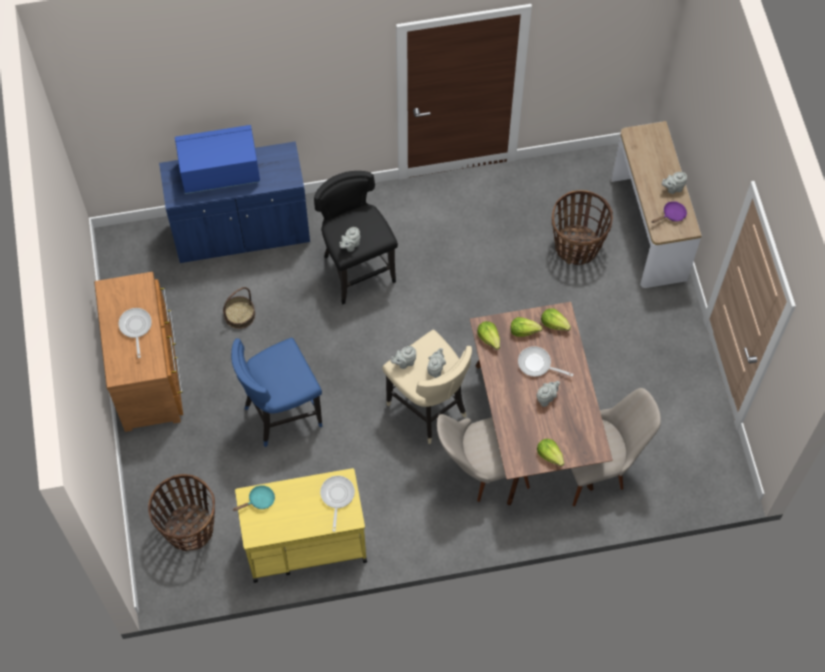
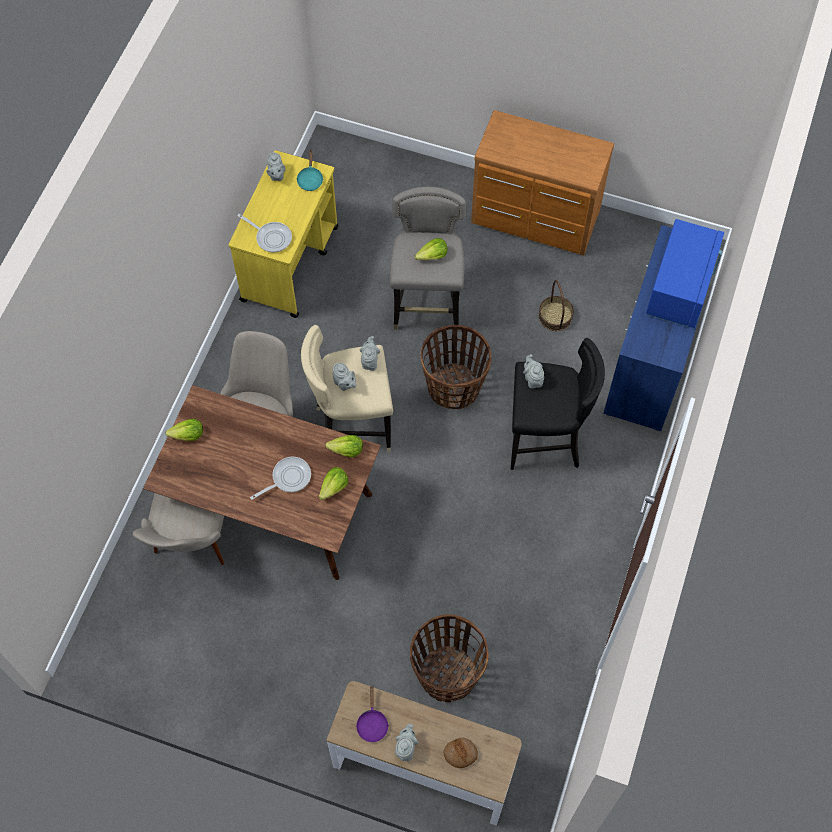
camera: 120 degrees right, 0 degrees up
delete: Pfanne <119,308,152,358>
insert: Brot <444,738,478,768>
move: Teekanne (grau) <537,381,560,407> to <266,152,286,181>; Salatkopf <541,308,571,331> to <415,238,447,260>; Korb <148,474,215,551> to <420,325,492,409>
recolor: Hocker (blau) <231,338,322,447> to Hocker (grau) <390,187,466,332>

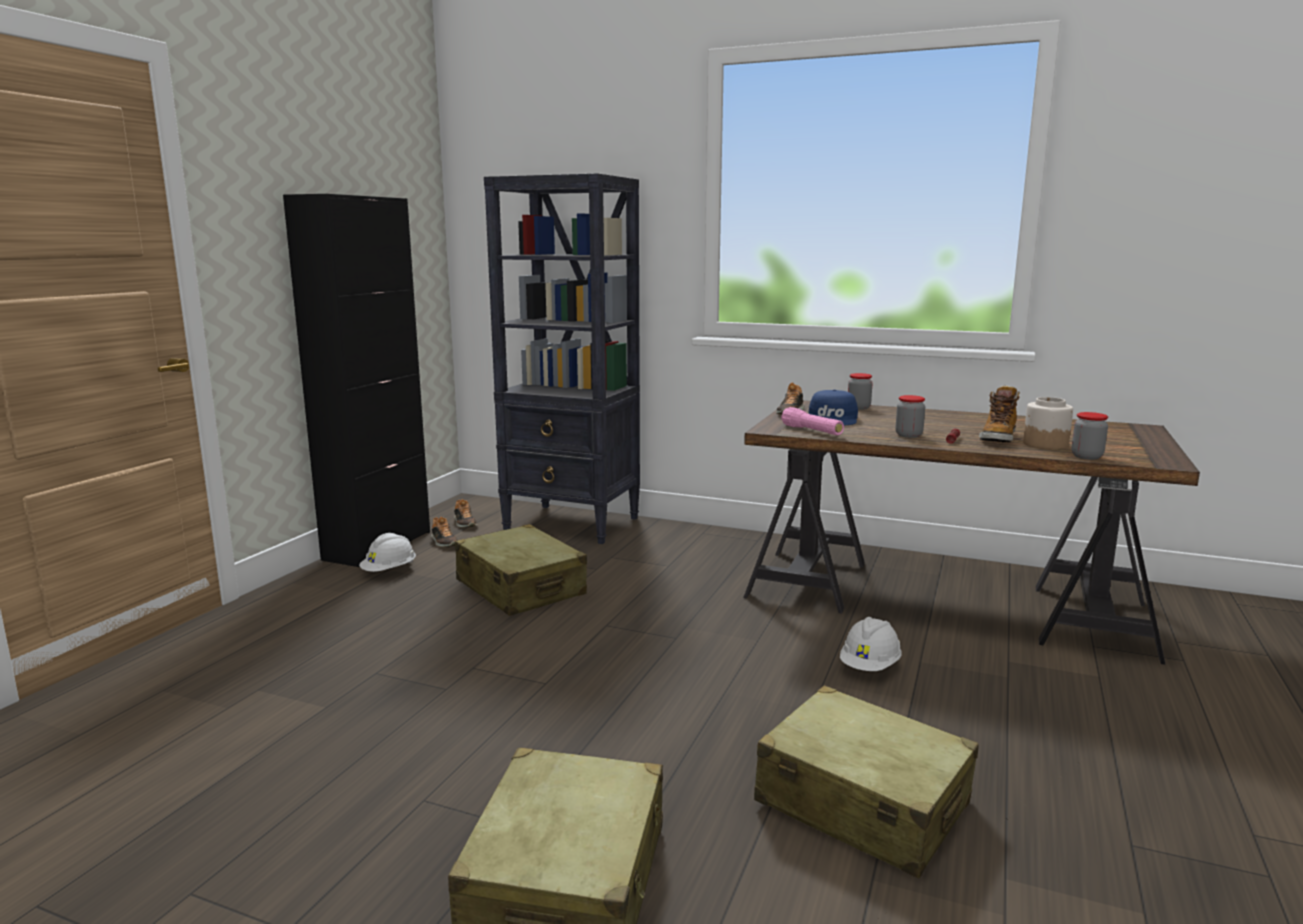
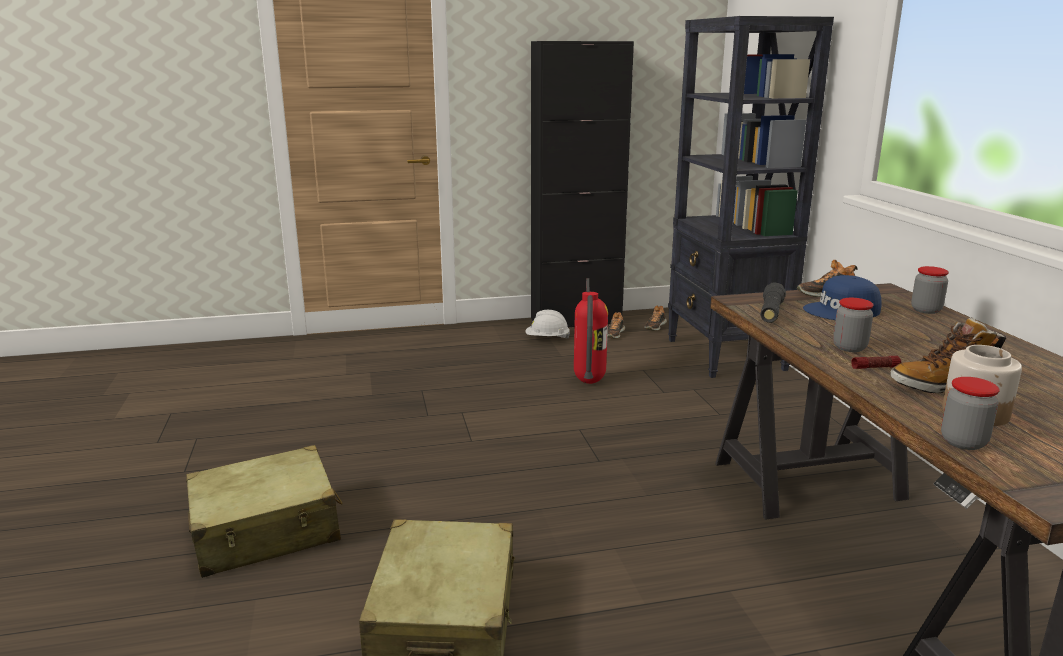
camera: 55 degrees right, 5 degrees up
delete: Schutzhelm (weiß) <840,617,902,671>
replace: Koffer (beige) <455,524,587,616> to Feuerlöscher <574,278,608,384>
recolor: Taschenlampe (rosa) <781,407,844,435> to Taschenlampe (schwarz) <760,282,786,323>

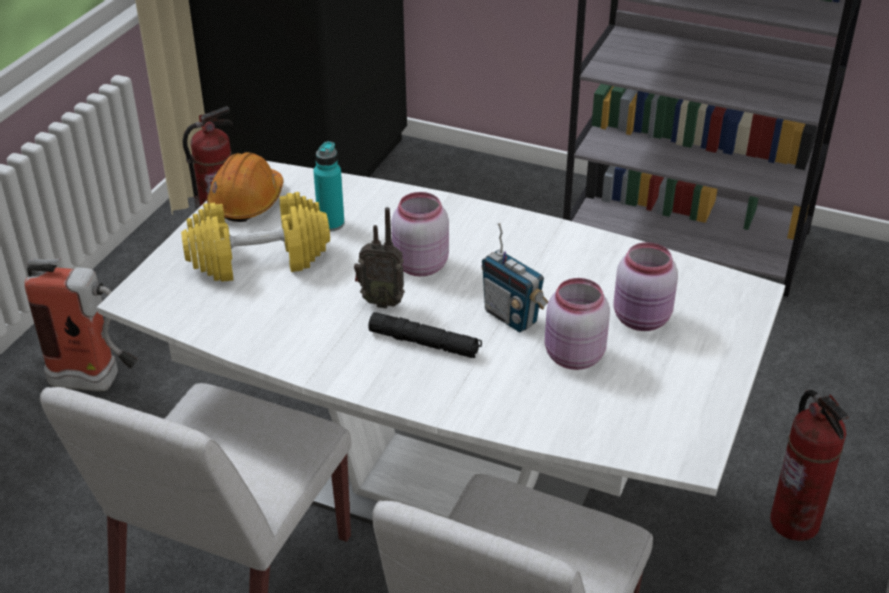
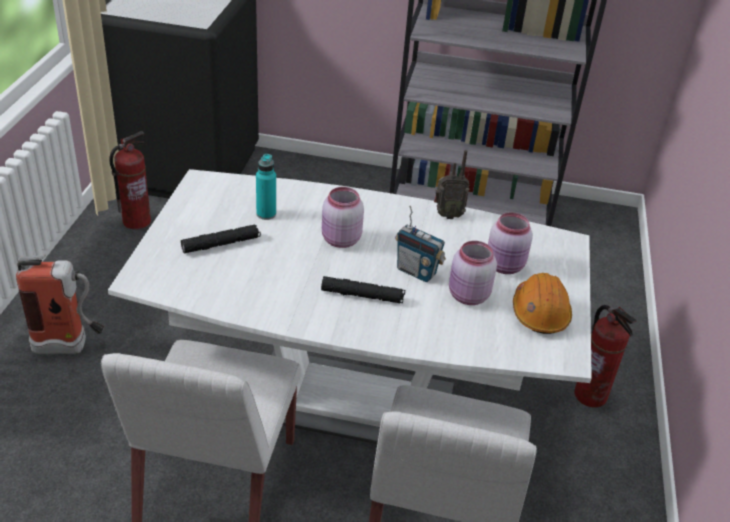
camera: 15 degrees left, 0 degrees up
move: Radio <354,207,405,309> to <434,150,469,219>; Schutzhelm (orange) <207,152,284,222> to <513,273,572,334>
replace: Hantel (gelb) <181,192,330,282> to Taschenlampe (schwarz) <181,224,261,253>

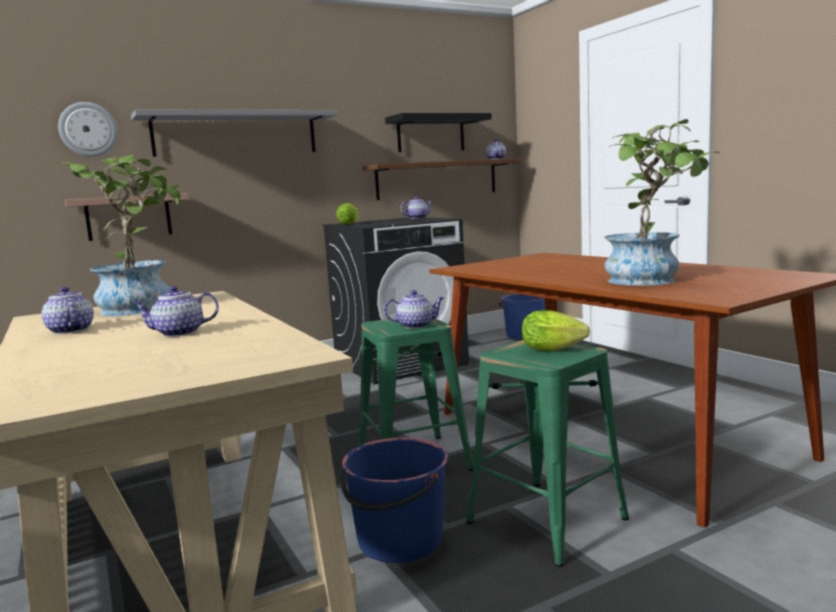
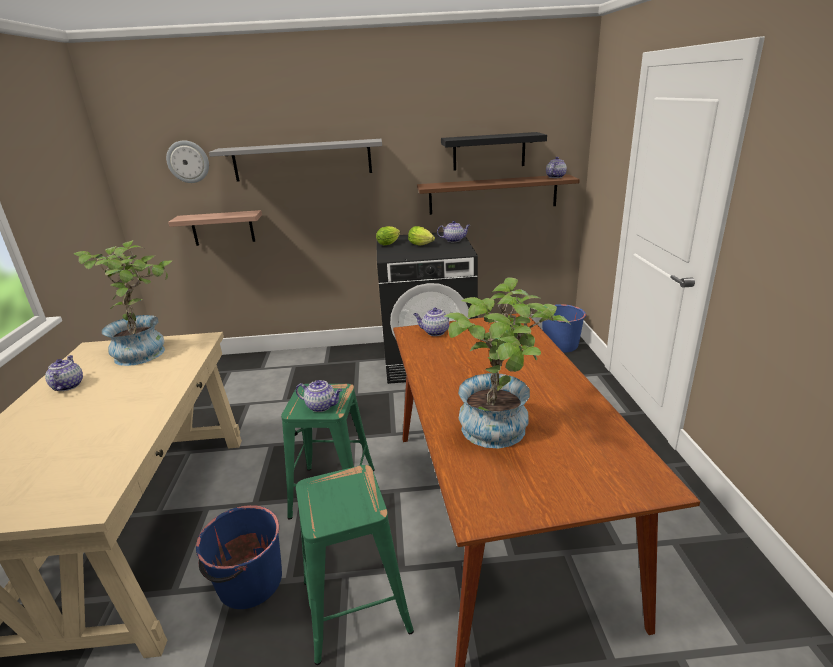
camera: 25 degrees right, 15 degrees up
move: Salatkopf <522,310,590,351> to <408,226,435,246>; Teekanne <132,286,219,337> to <413,308,449,336>

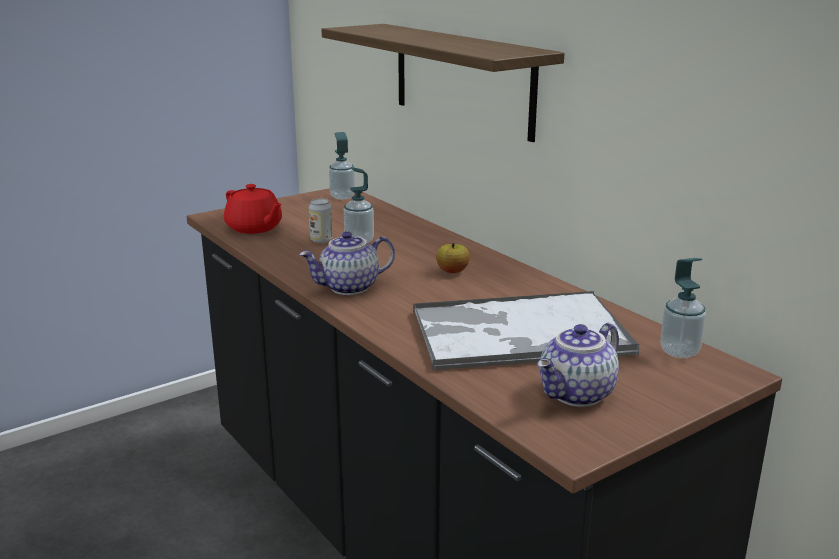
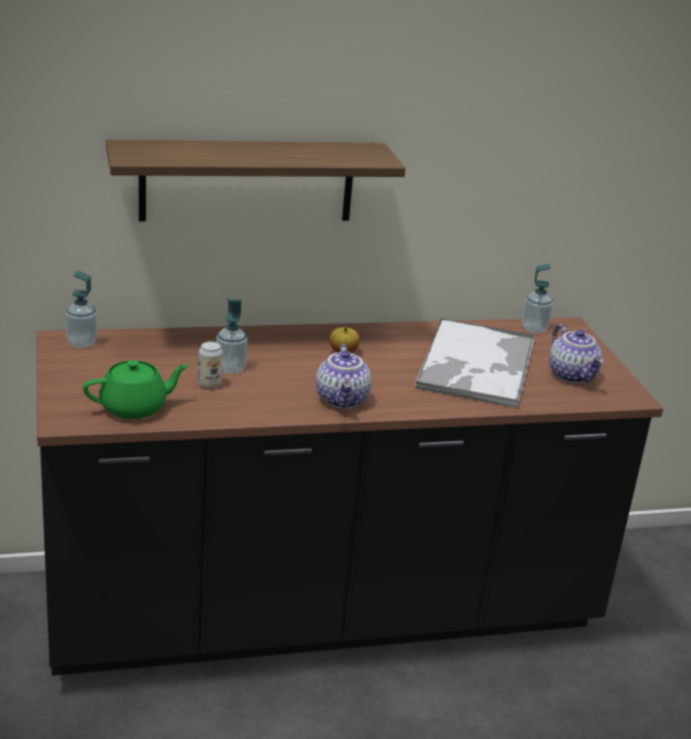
camera: 70 degrees left, 5 degrees up
recolor: Teekanne (rot) <224,184,282,234> to Teekanne (grün) <83,360,189,419>

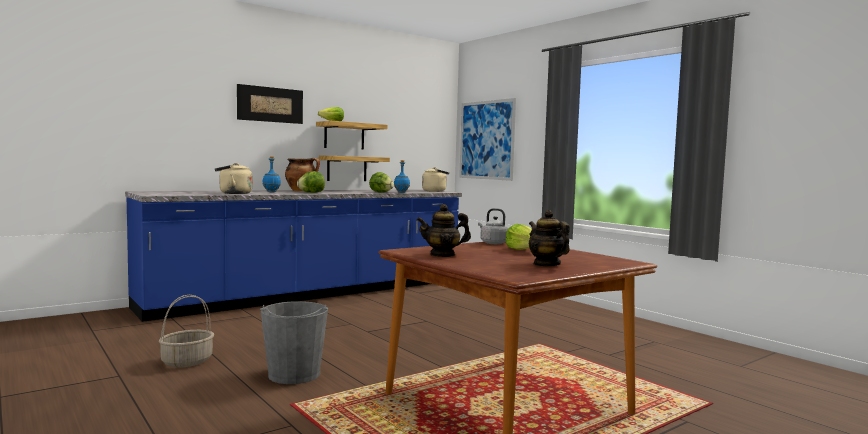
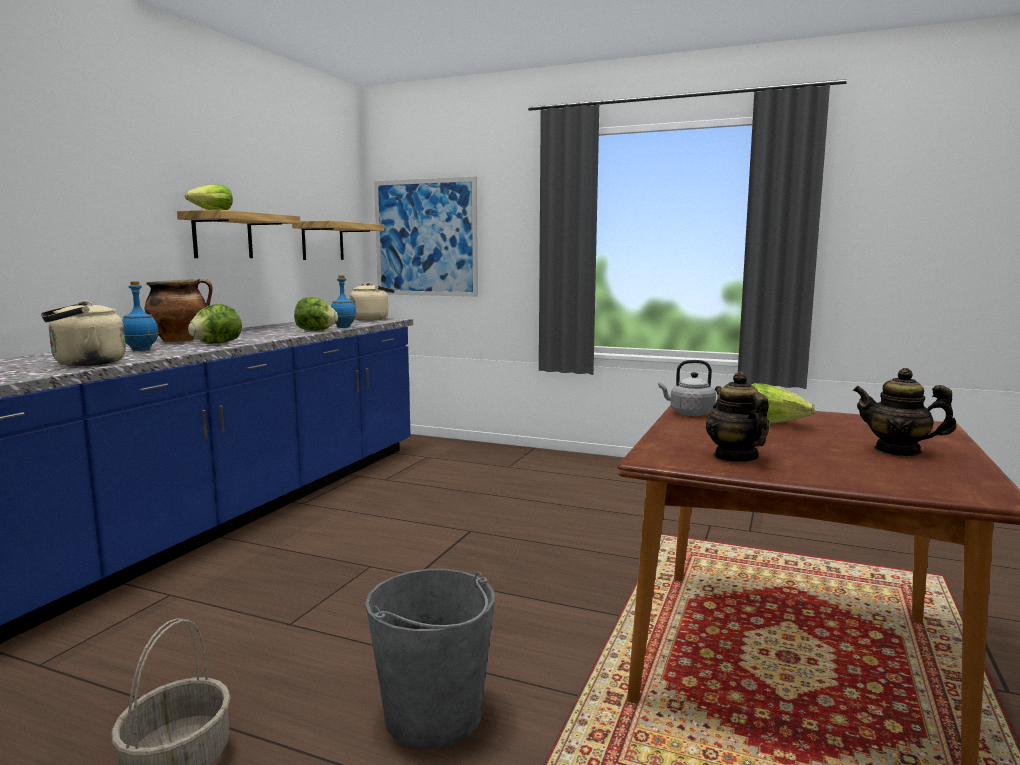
camera: 30 degrees left, 5 degrees up
delete: Bild <237,84,303,124>
move: Wandregal <319,156,390,181> to <292,220,384,260>
rotate: Teekanne <417,204,471,257> = <706,372,769,462> 120 degrees clockwise

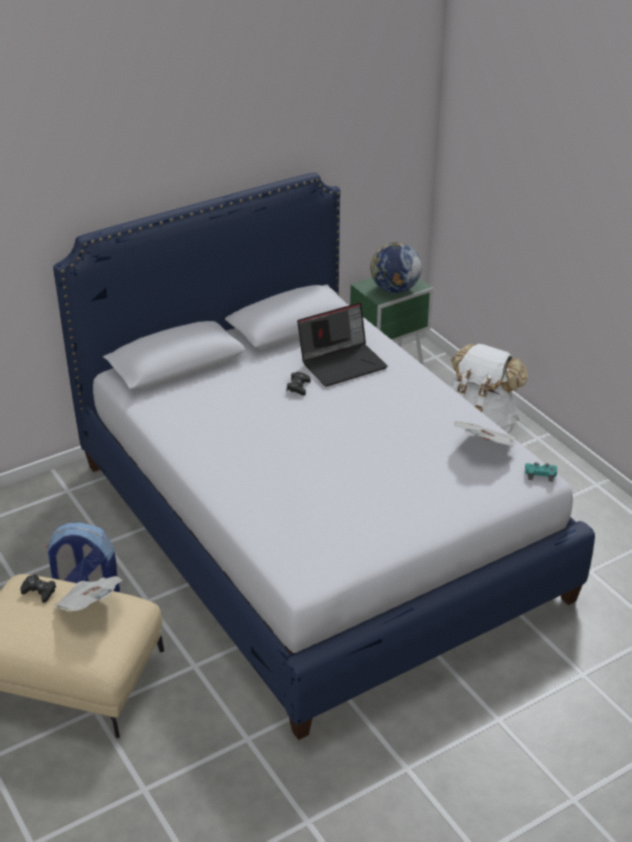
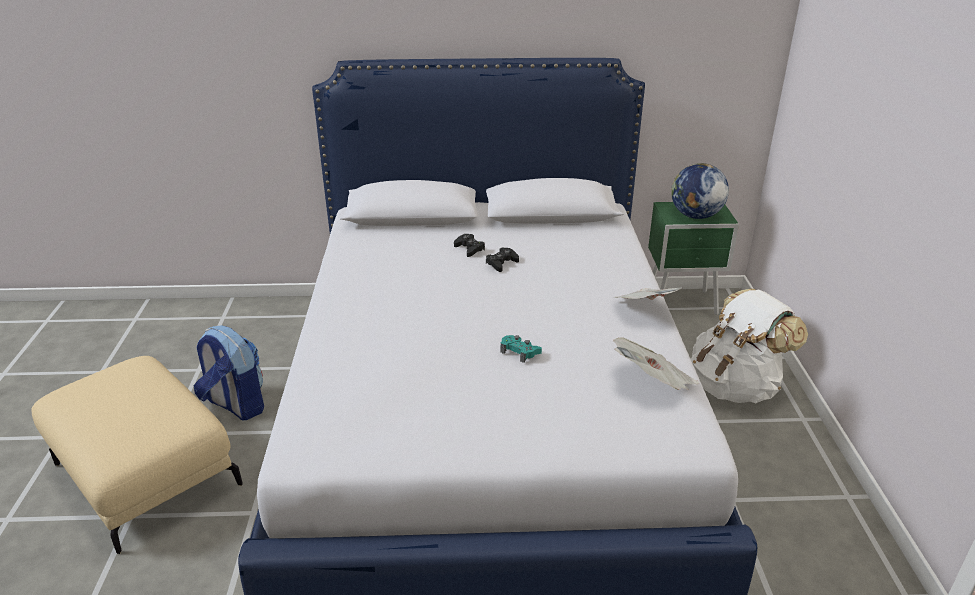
camera: 30 degrees right, 5 degrees down
delete: Laptop <297,303,388,387>
move: Gamepad (schwarz) <20,574,56,603> to <454,234,485,257>; Gamepad (türkis) <525,462,557,482> to <500,335,542,363>; Zeitung <54,576,123,612> to <615,287,688,300>

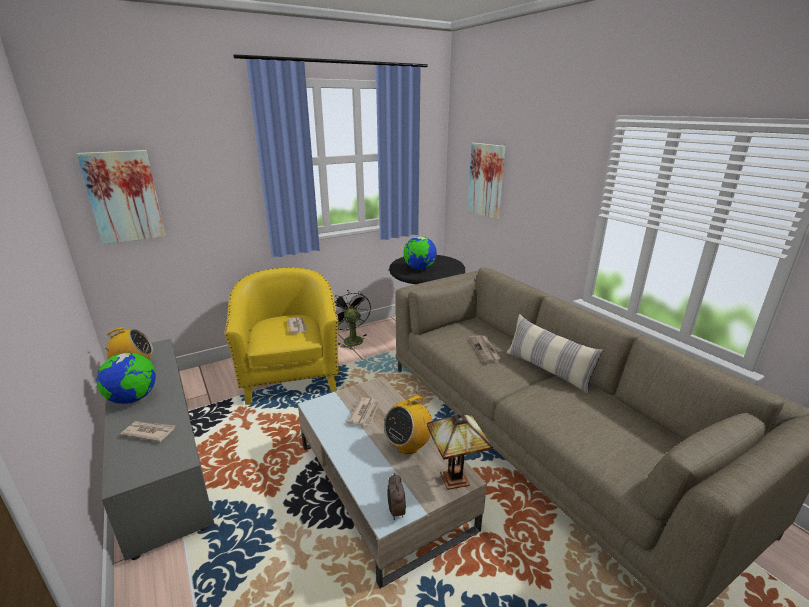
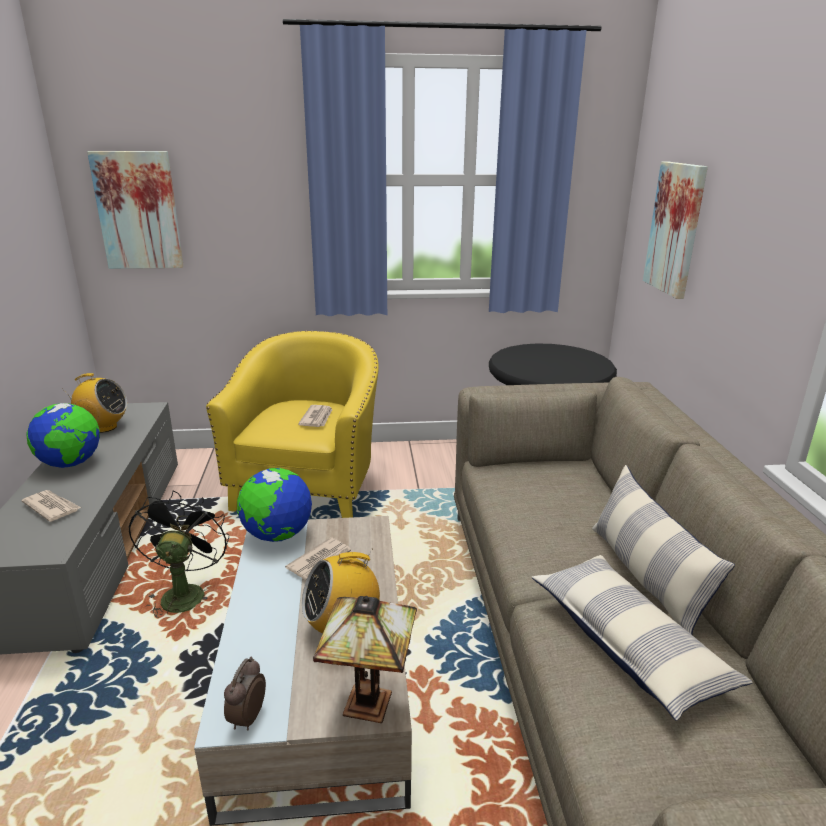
camera: 25 degrees right, 0 degrees up
delete: Zeitung <469,335,501,363>
insert: Kissen <532,555,753,721>
move: Ventilator (schwarz) <334,291,371,350> to <128,491,229,618>; Globus <403,236,437,270> to <237,468,312,542>

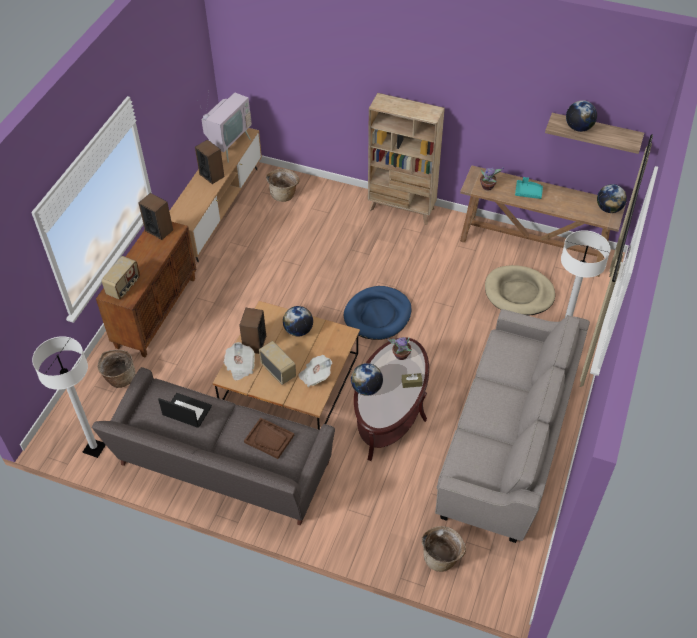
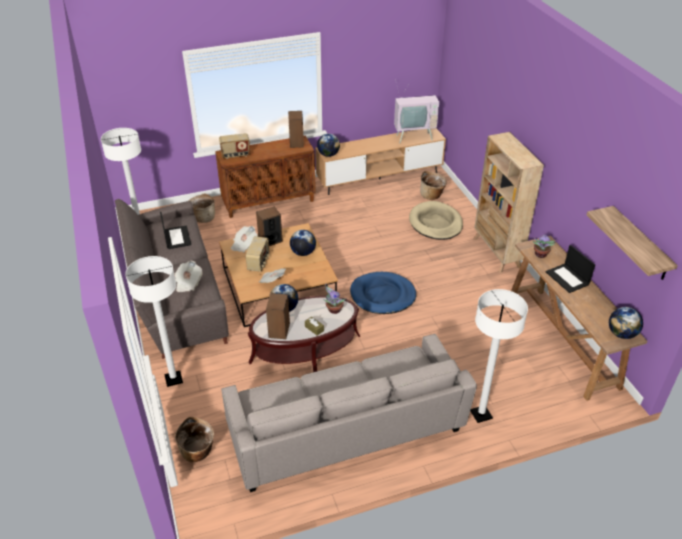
camera: 50 degrees right, 10 degrees down
insert: Stehlampe (weiß) <125,256,183,387>
move: Lautsprecher <195,139,225,184> to <266,293,290,339>; Globus <566,100,597,132> to <317,134,340,157>; Hundebett (beige) <485,265,555,316> to <409,201,463,240>
replace: Tablett (braun) <244,418,294,459> to Zeitung <175,261,203,292>; Tablett (türkis) <515,177,543,199> to Laptop <545,245,595,293>

